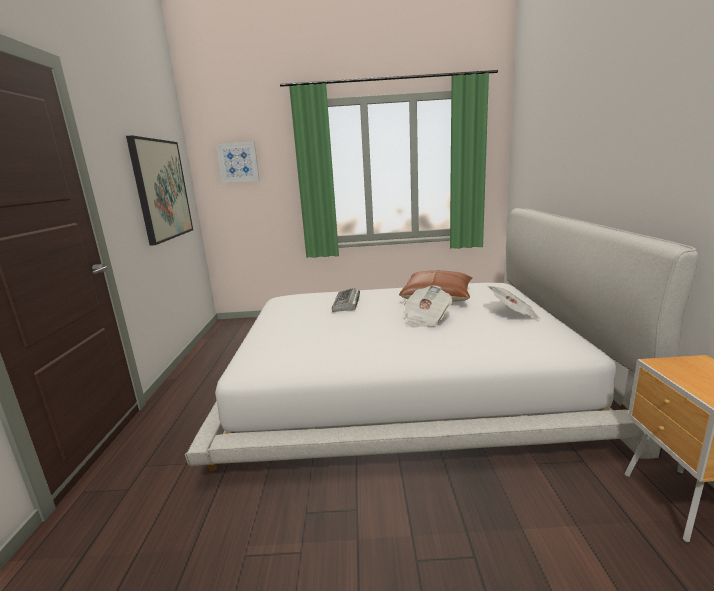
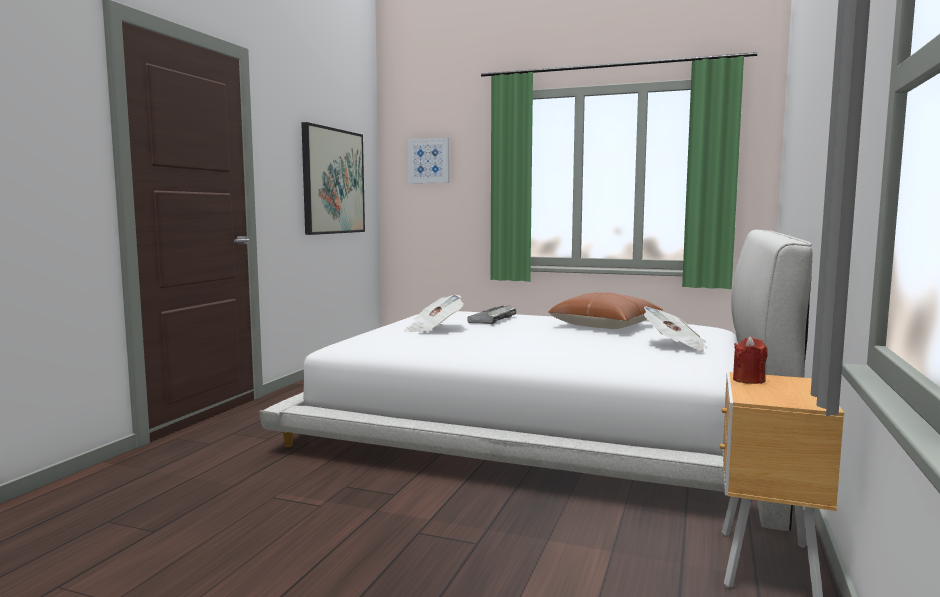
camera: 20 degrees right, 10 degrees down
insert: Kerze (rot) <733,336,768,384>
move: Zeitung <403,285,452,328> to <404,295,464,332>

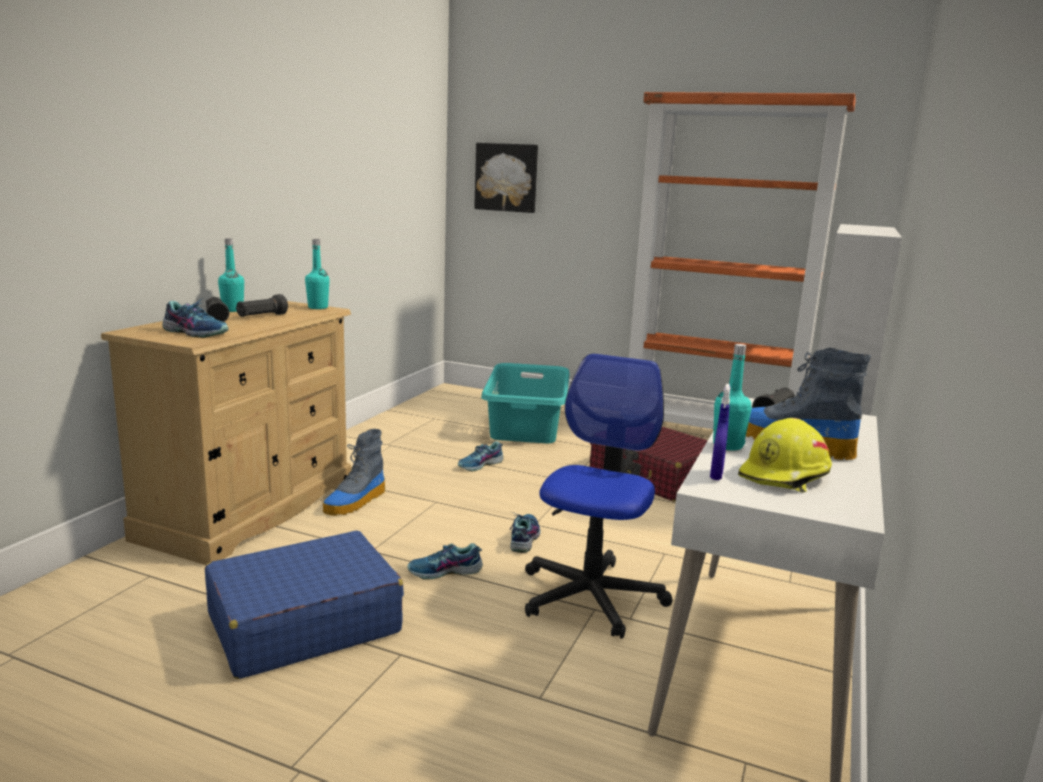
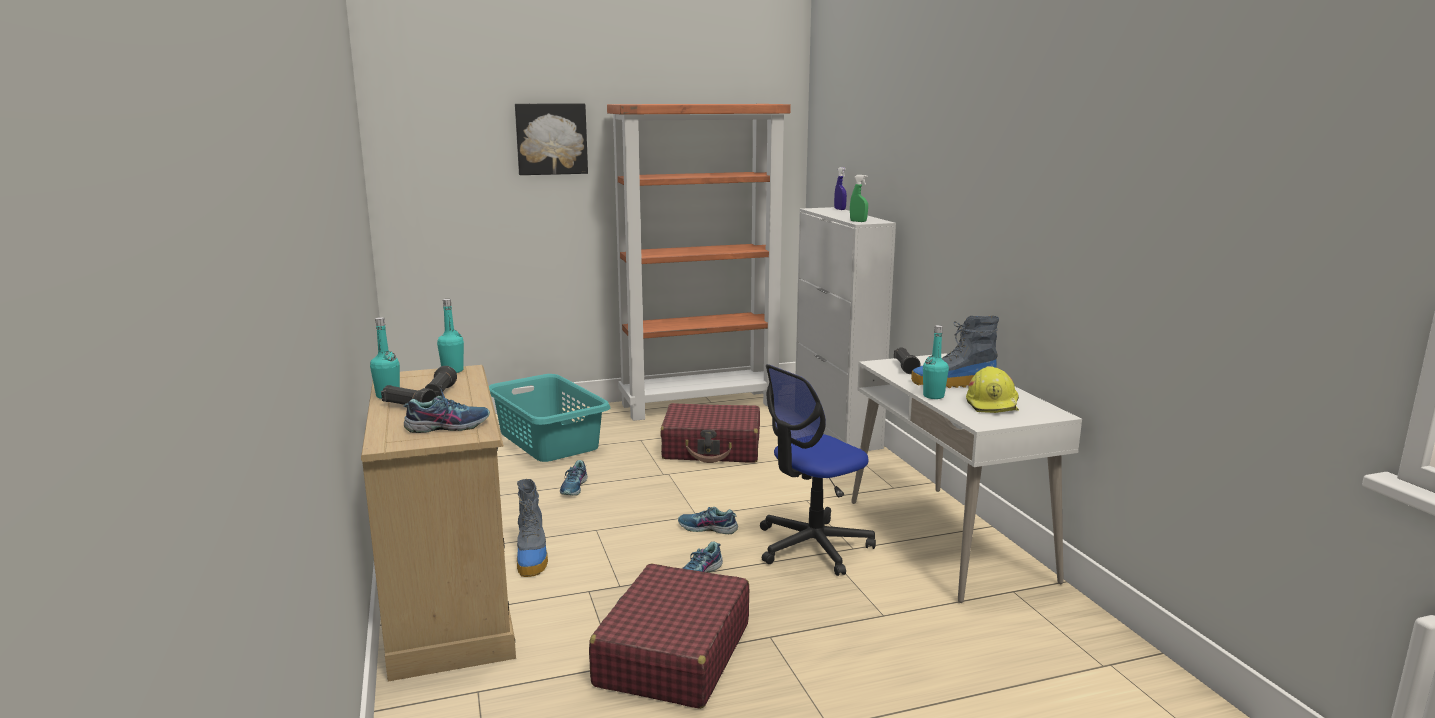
camera: 40 degrees left, 0 degrees up
insert: Sprühflasche (grün) <850,175,868,222>
move: Bild <474,143,538,213> to <515,104,588,175>; Sprühflasche (blau) <710,384,730,480> to <834,167,847,210>
recolor: Koffer (blau) <205,531,404,679> to Koffer (rot) <589,563,750,709>
rotate: Schuh <509,512,540,553> = <678,507,738,534> 45 degrees counterclockwise; Bürostuhl <525,354,673,639> = <760,364,876,576> 105 degrees counterclockwise

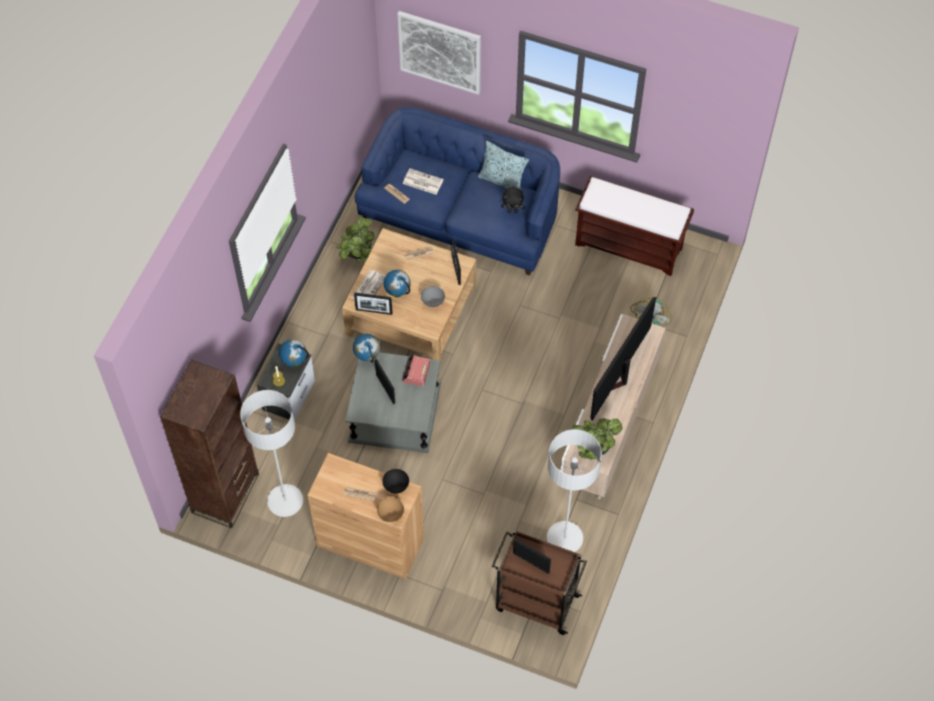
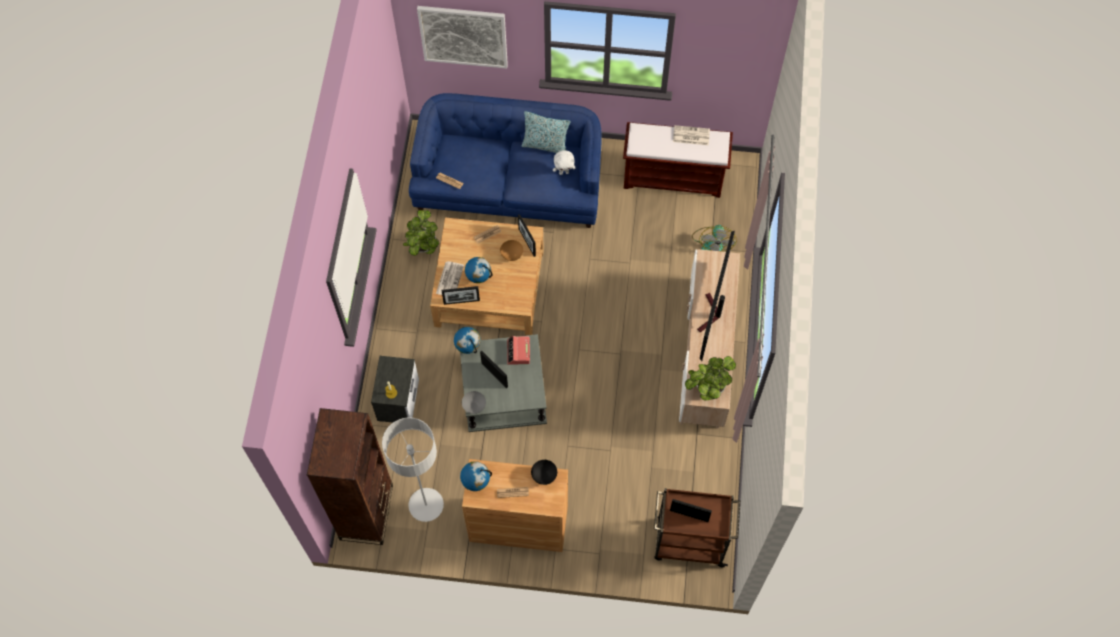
camera: 15 degrees left, 5 degrees up
delete: Stehlampe (grau) <547,429,602,552>
move: Globus <279,339,309,367> to <460,461,492,491>; Schüssel (grau) <421,286,445,307> to <462,391,486,414>; Schüssel (braun) <377,497,404,522> to <500,240,523,261>; Zeitung <403,168,444,195> to <673,125,710,145>
recolor: Plüschtier (schwarz) <501,187,525,213> to Plüschtier (weiß) <553,150,576,175>

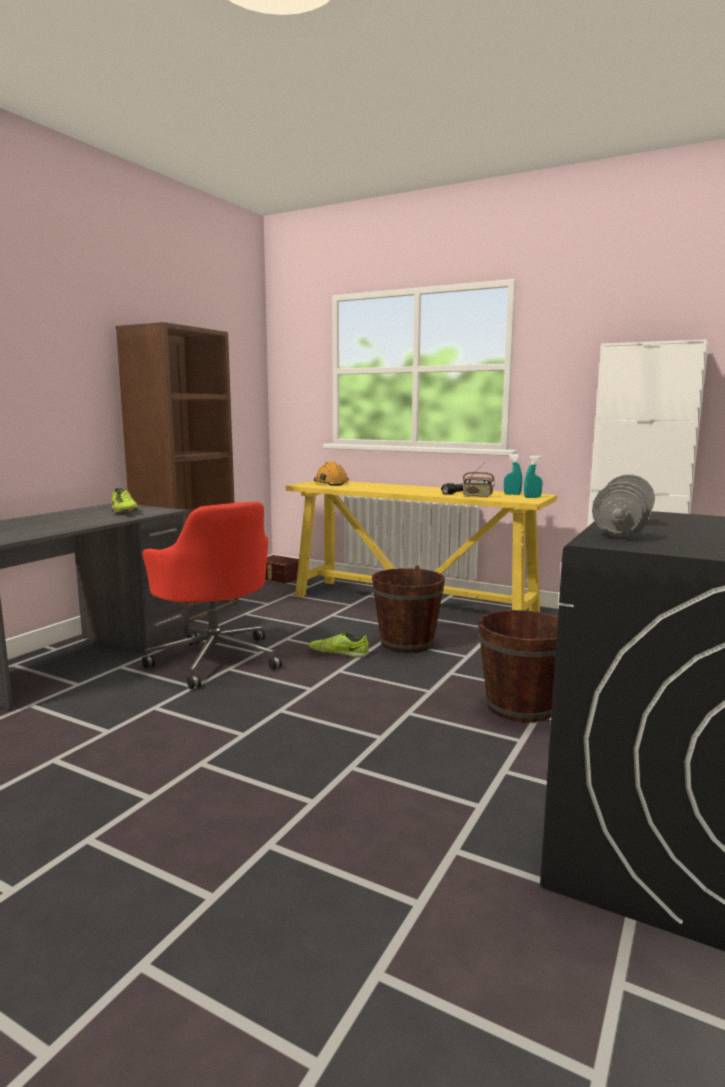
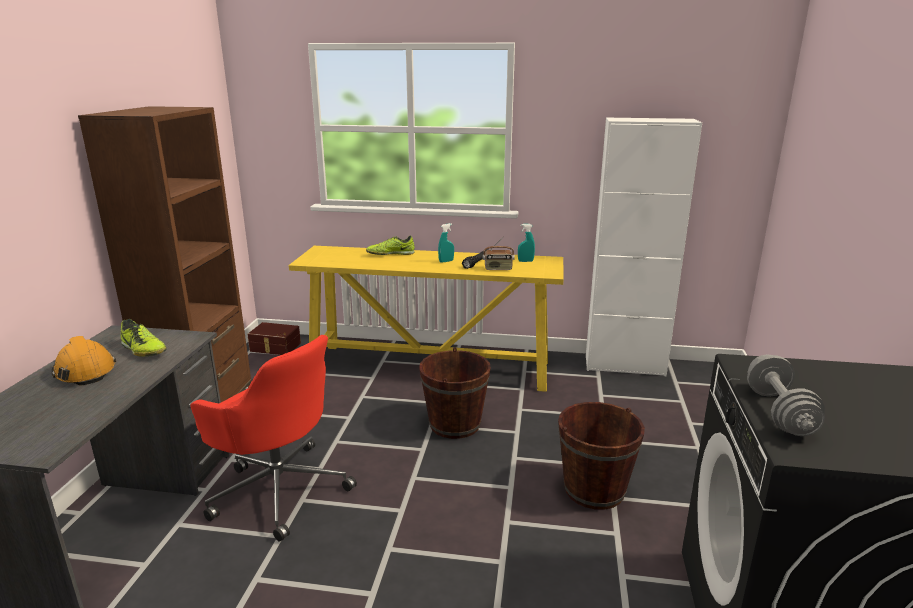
camera: 20 degrees left, 10 degrees up
move: Schutzhelm (orange) <314,461,349,486> to <52,336,116,386>; Schuh <308,632,369,658> to <366,236,415,255>; Sprühflasche (türkis) <524,456,542,498> to <438,223,454,263>

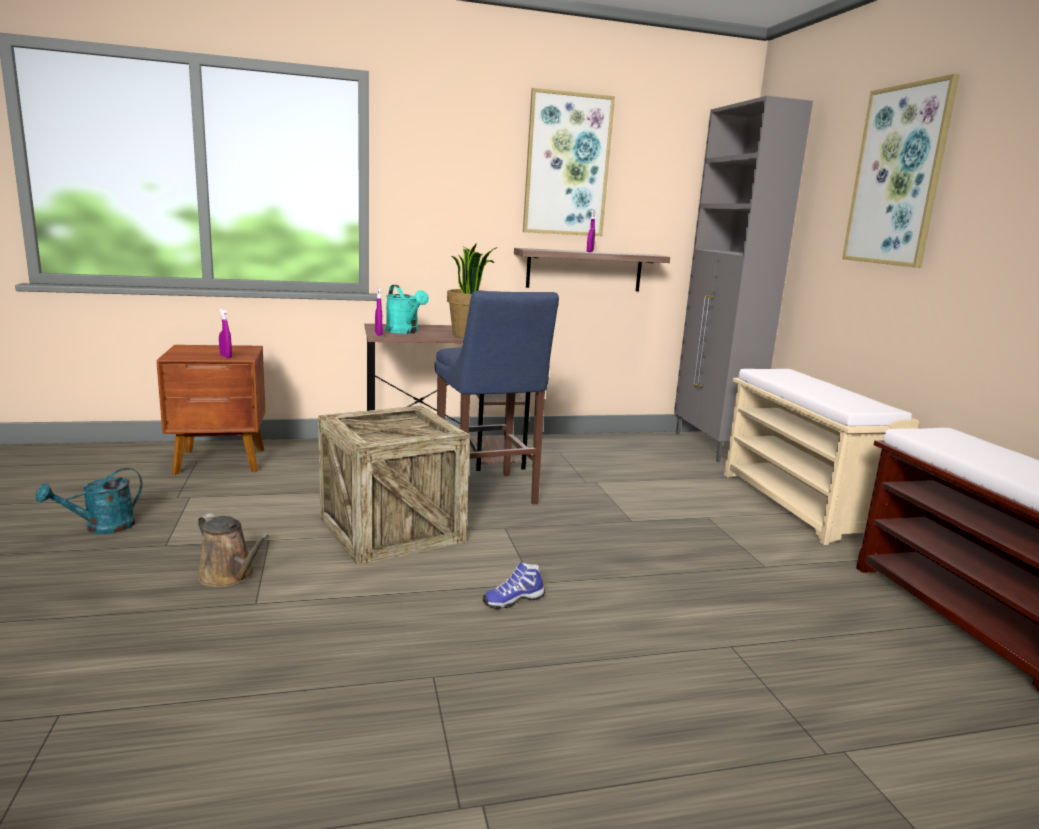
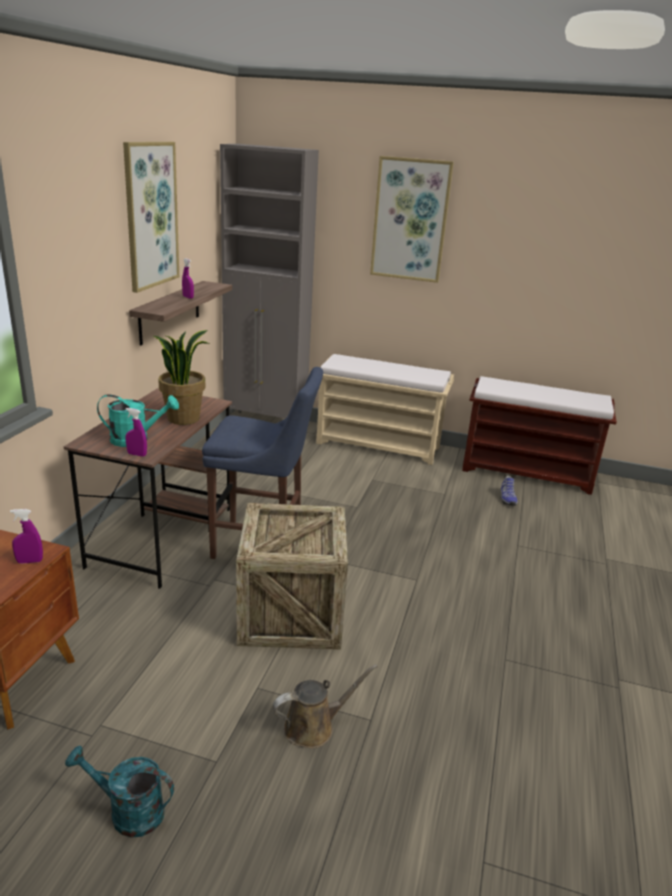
camera: 60 degrees left, 10 degrees up
move: Schuh <483,562,545,609> to <500,476,518,506>
rotate: Gießkanne (türkis) <36,468,143,534> = <65,745,174,838> 120 degrees clockwise

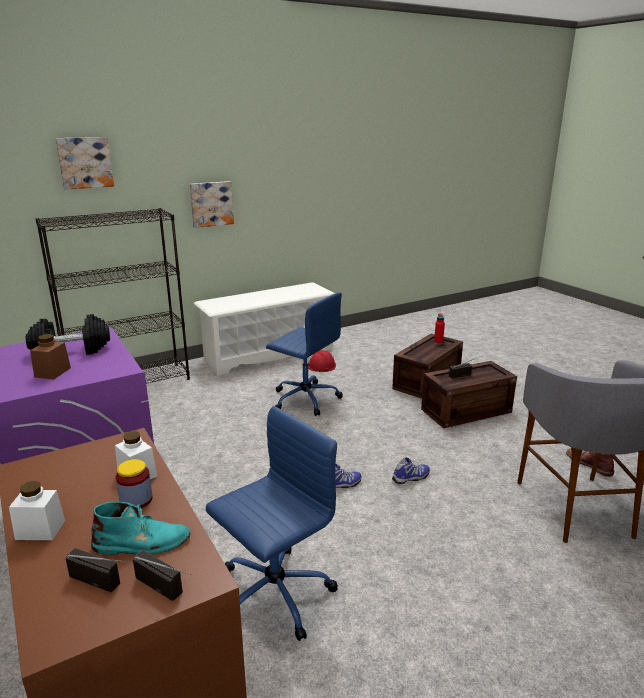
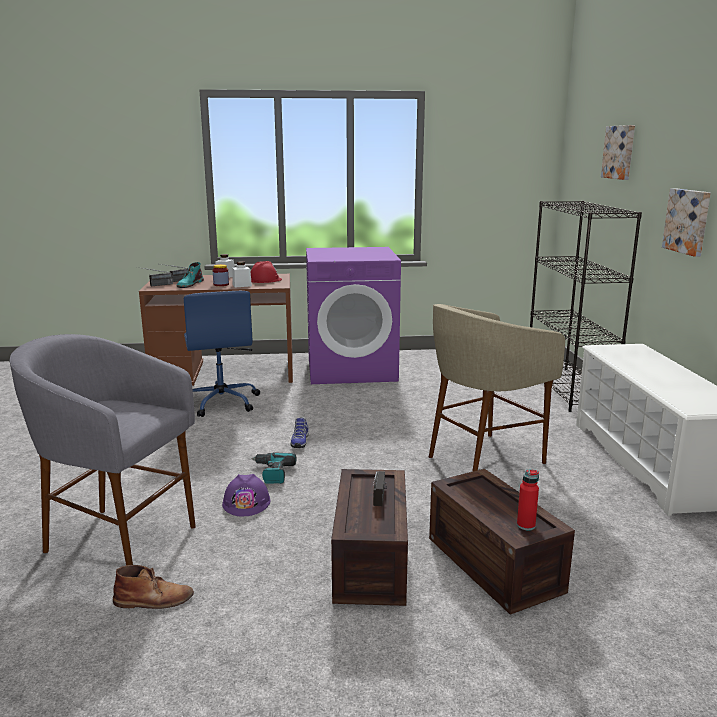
camera: 115 degrees right, 5 degrees down
delete: Hantel (schwarz) <26,314,110,355>; Vorratsglas (braun) <30,334,71,379>
insert: Schutzhelm (lila) <222,474,270,517>
move: Schutzhelm (rot) <308,350,336,372> to <251,261,282,283>
replace: Schuh <392,457,430,484> to Bohrmaschine <251,453,297,484>; Bürostuhl (blau) <266,293,343,416> to Hocker (beige) <429,304,565,472>

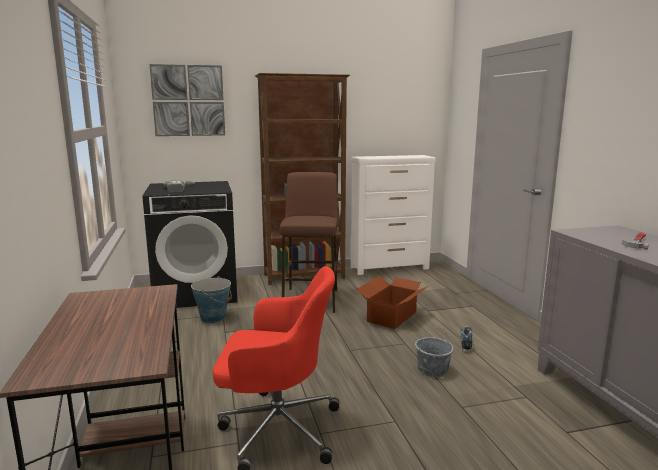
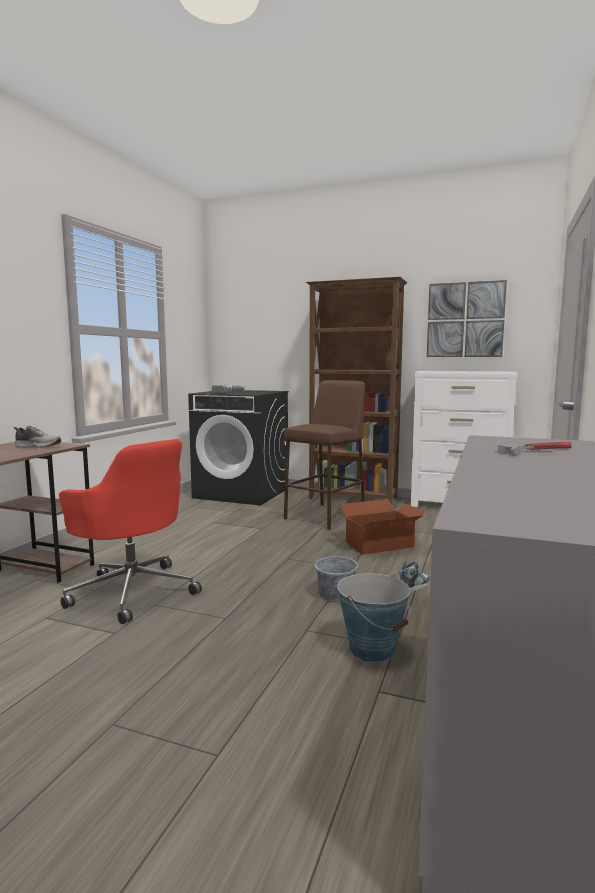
camera: 35 degrees right, 5 degrees down
insert: Schuh <14,426,61,448>
move: Eimer <191,276,232,323> to <337,573,410,663>; Bild <149,64,225,136> to <427,280,507,357>

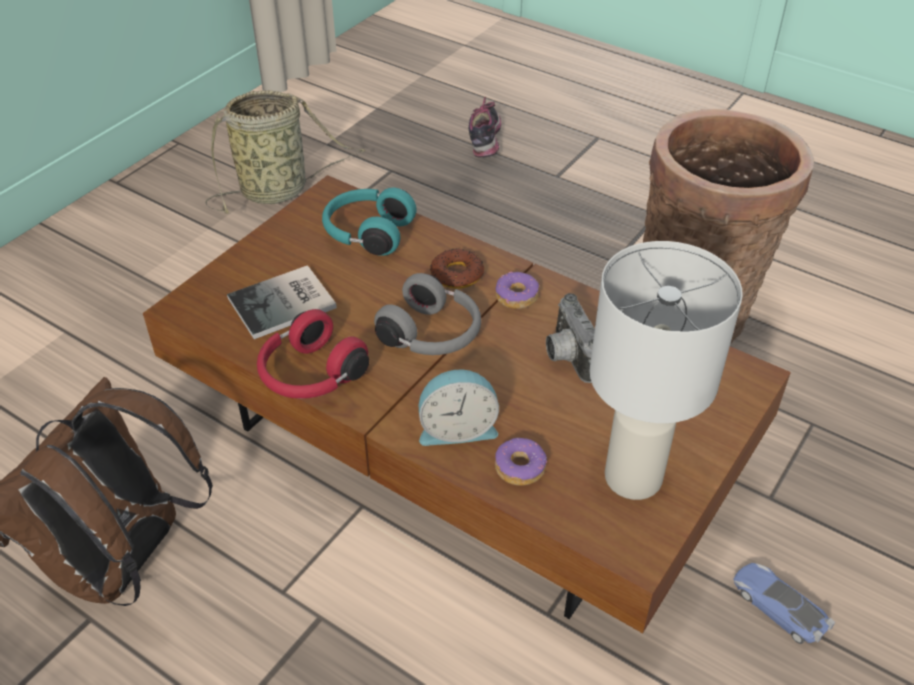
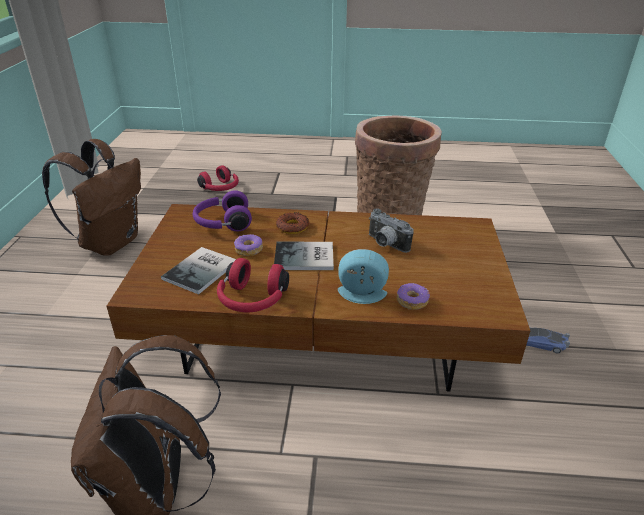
camera: 30 degrees left, 10 degrees down
delete: Tischlampe (weiß) <589,241,743,500>
move: Donut <495,271,539,309> to <234,234,263,256>
replace: Korb <205,90,366,214> to Rucksack (braun) <42,139,141,256>; Schuh <469,97,501,158> to Kopfhörer (rot) <197,165,239,191>; Kopfhörer (grau) <374,273,481,355> to Buch <274,242,334,270>
recolor: Kopfhörer (türkis) <322,188,417,256> to Kopfhörer (lila) <193,190,252,231>
rotate: Wecker <419,370,499,446> = <338,249,389,304> 135 degrees counterclockwise

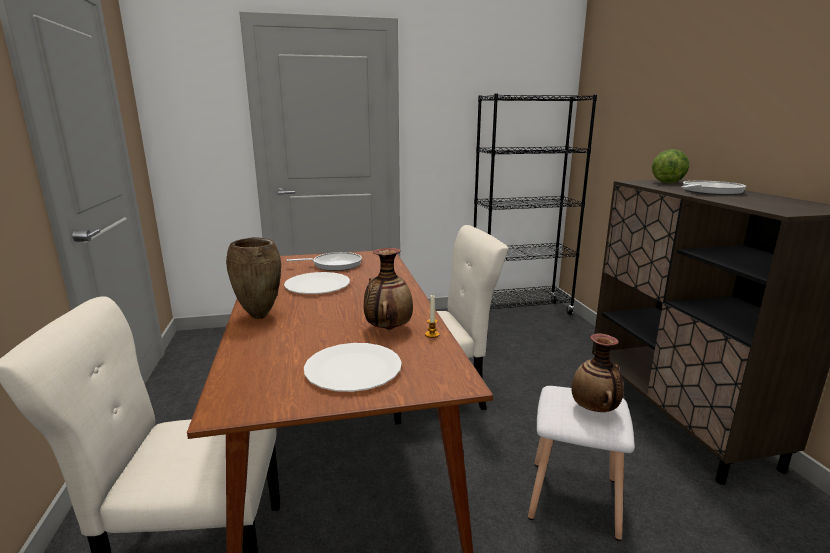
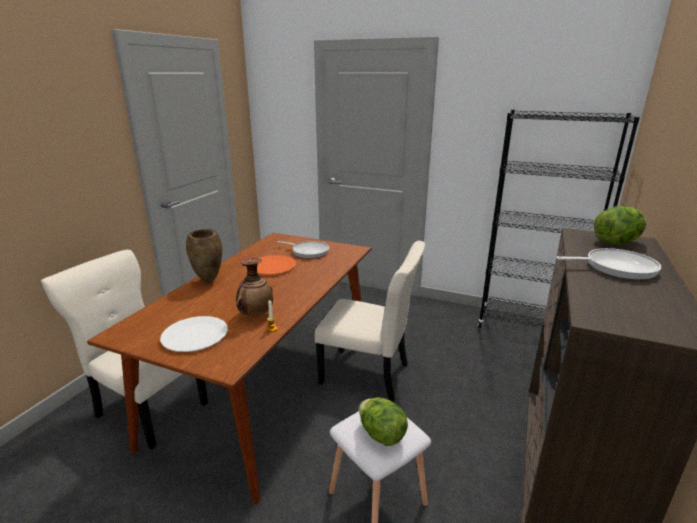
camera: 35 degrees right, 5 degrees up
replace: Vase <571,333,624,412> to Salatkopf <359,398,408,446>
recolor: Teller (weiß) <284,272,350,294> to Teller (orange) <257,255,296,275>

